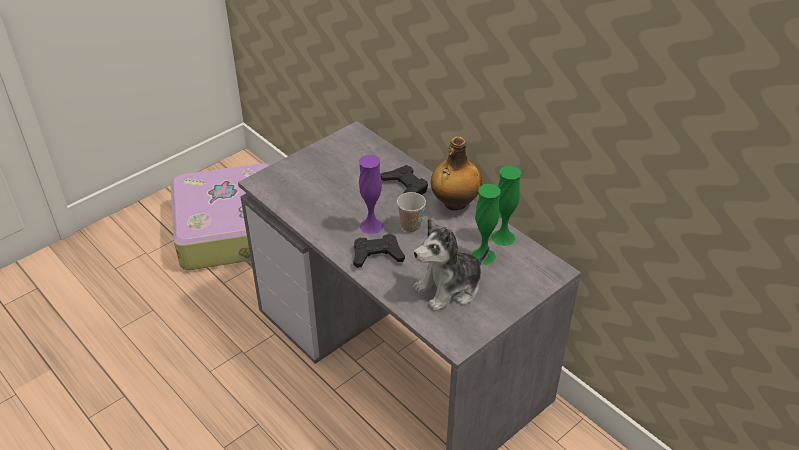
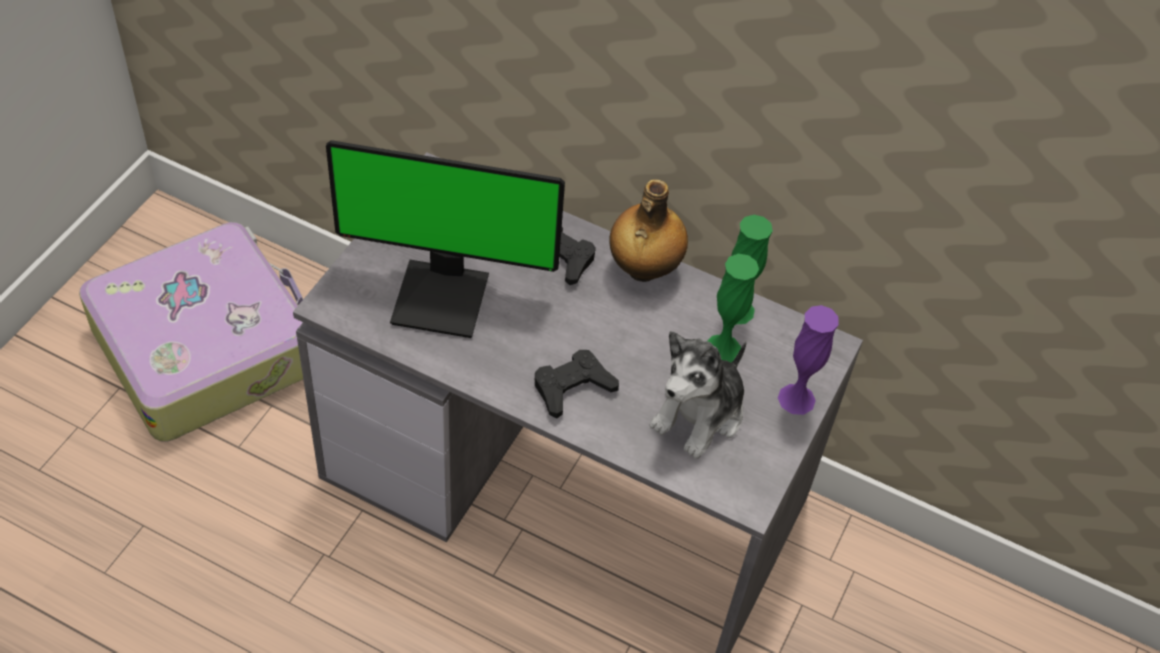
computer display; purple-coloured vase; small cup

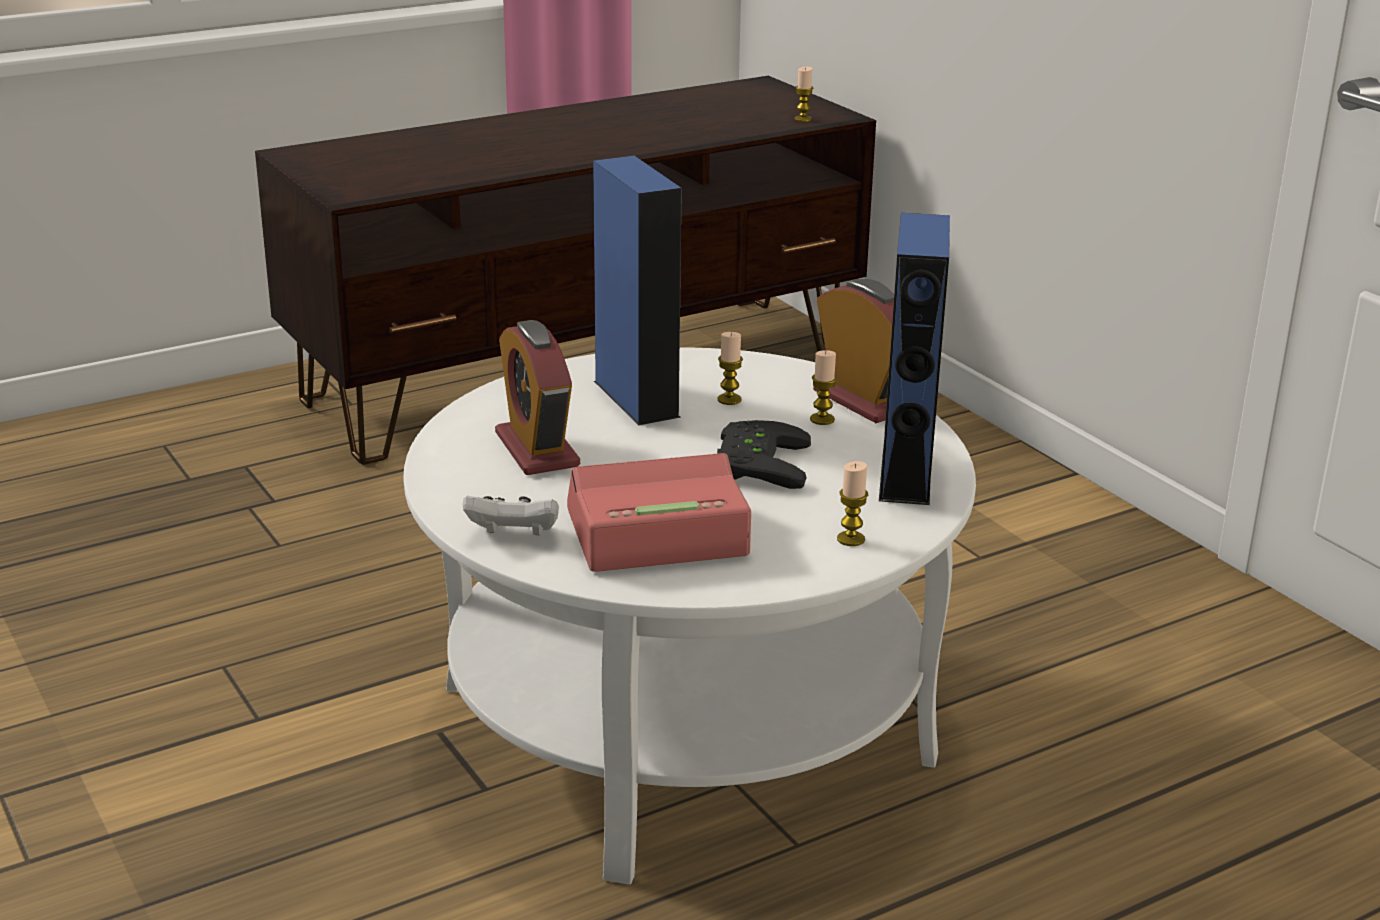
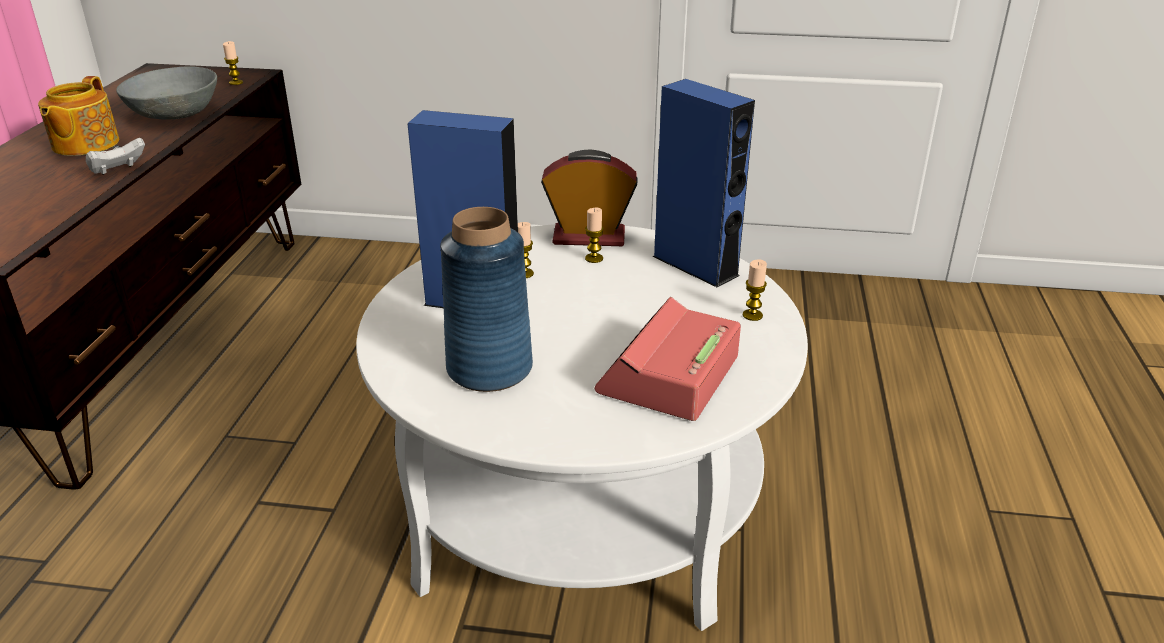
teapot; white game controller; greyish serving bowl; blue vase; blackish game controller

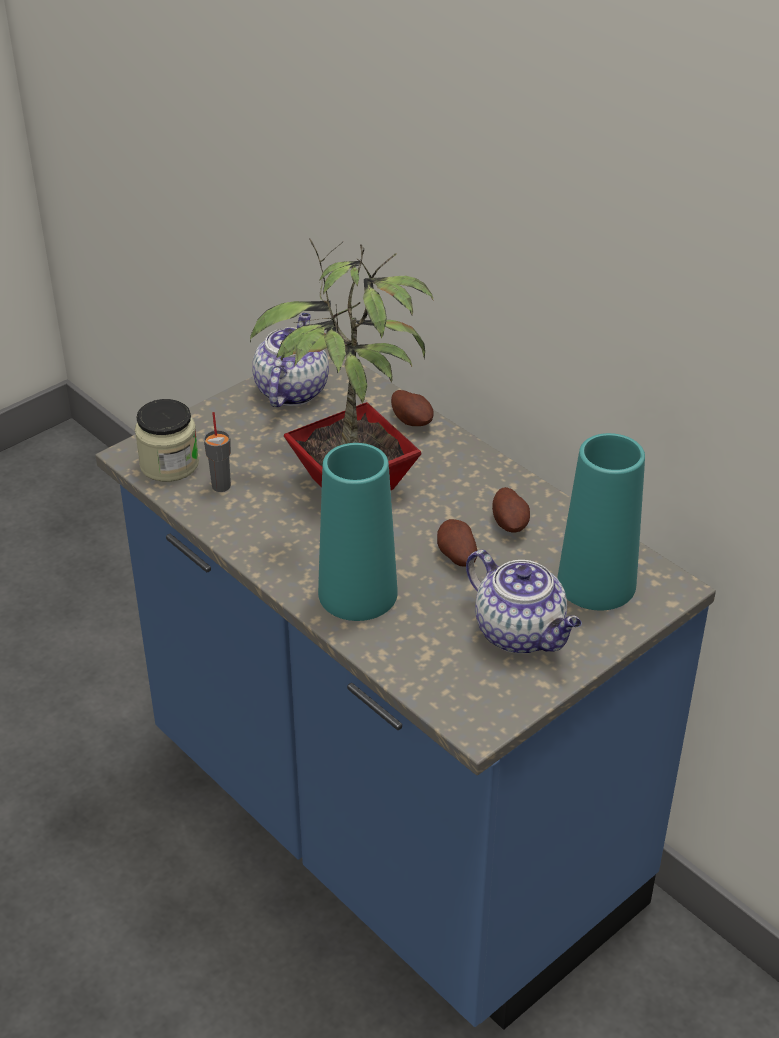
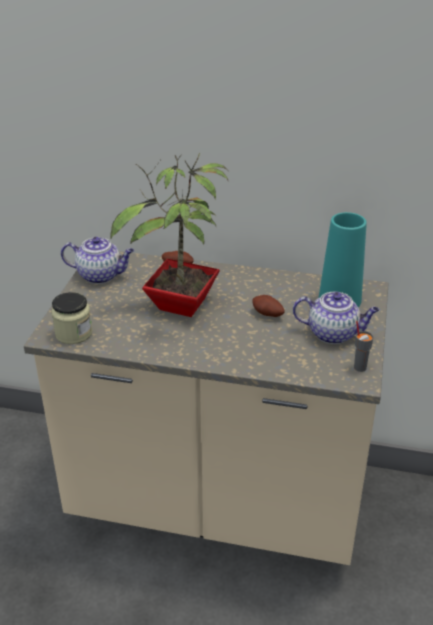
beige-coloured kitchen counter; teapot (no. 1 from left); greyish small cup; turquoise-coloured vase (no. 1 from left in the first image); spud (no. 3 from left in the first image)

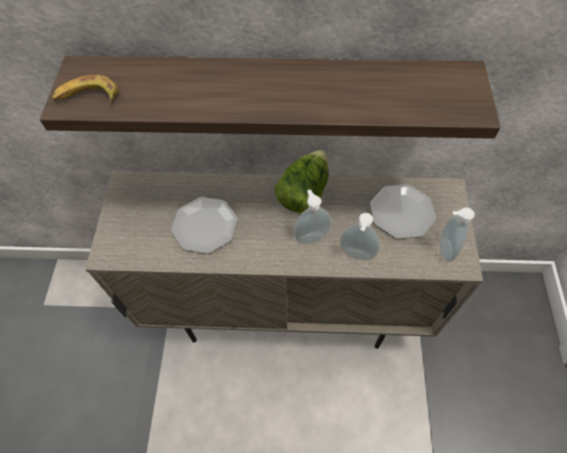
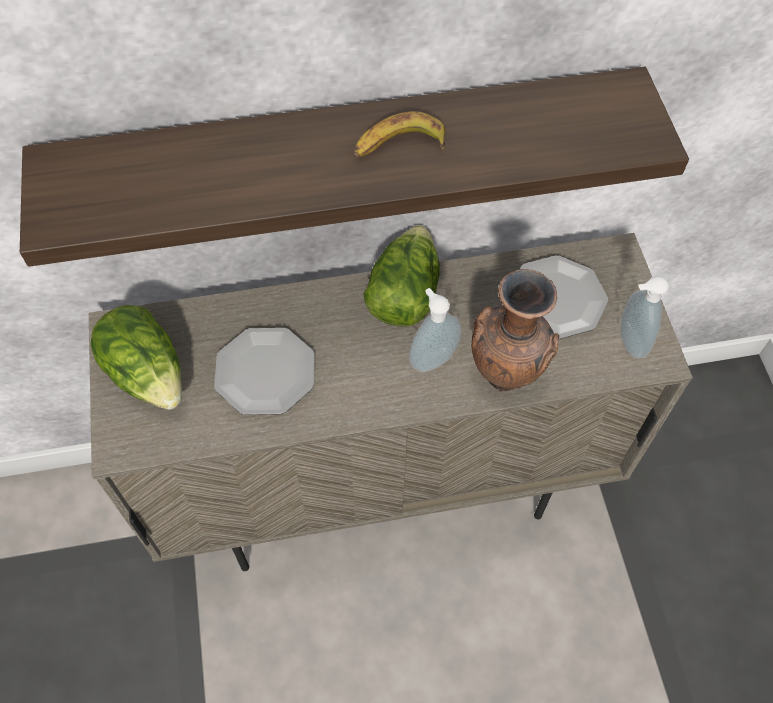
lettuce (no. 1 from left); banana fruit; brown-coloured vase

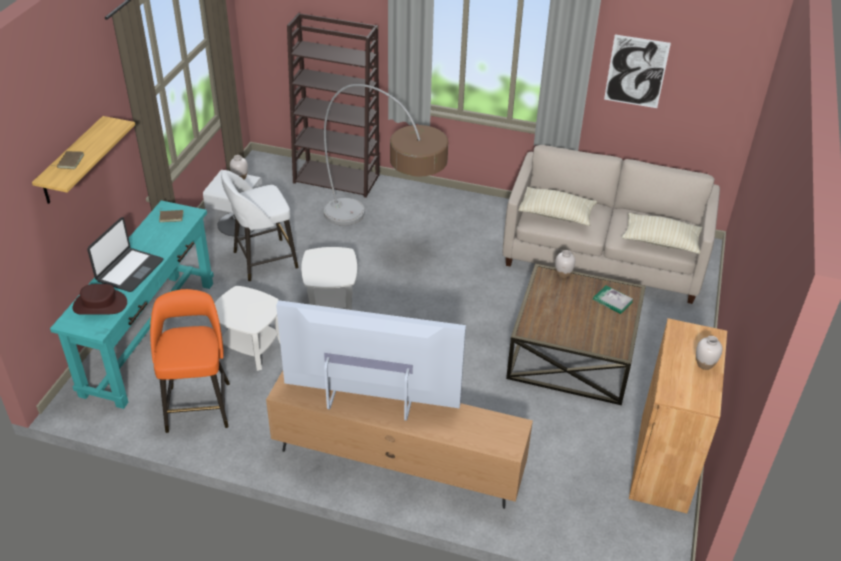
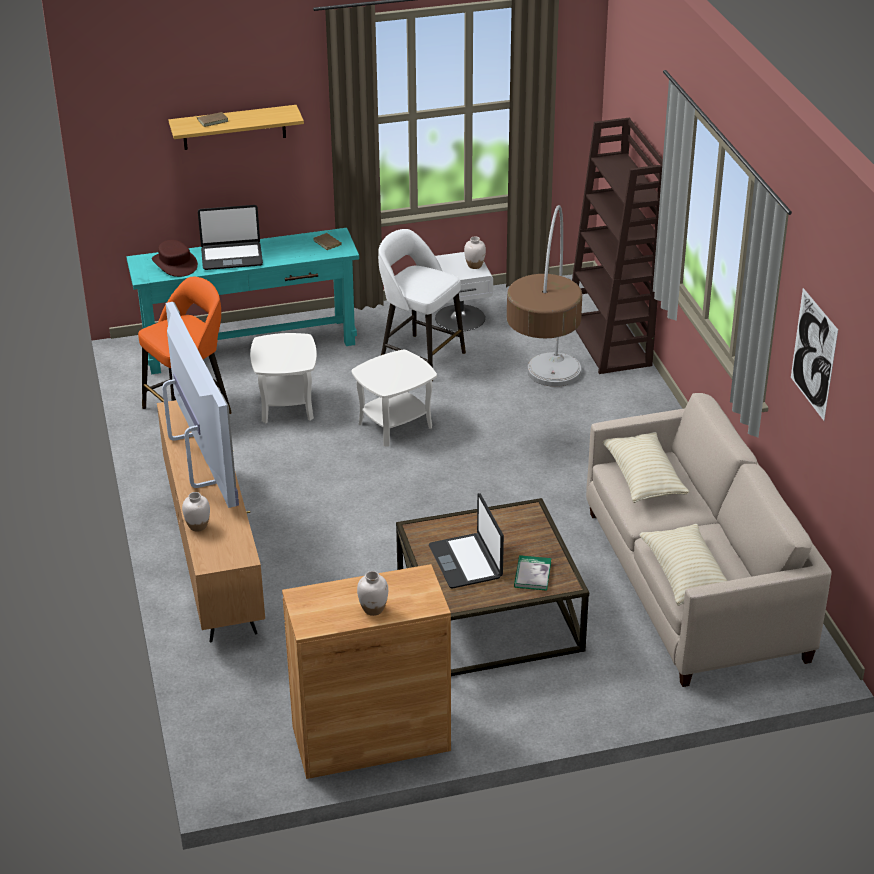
white vase (no. 1 from left); laptop (no. 2 from left)

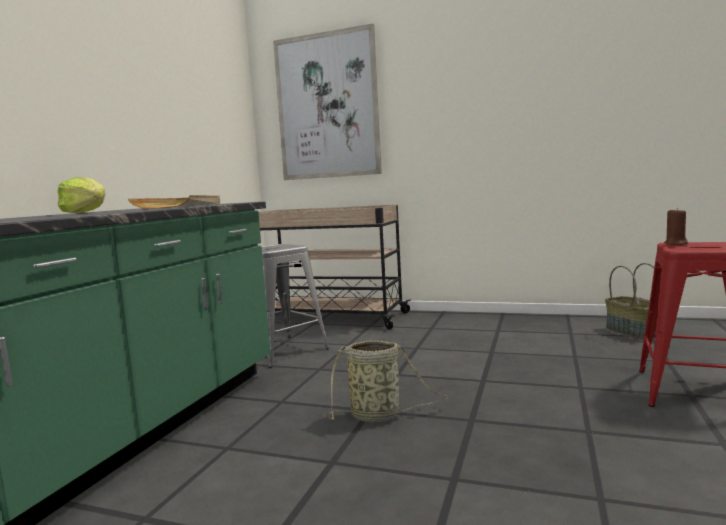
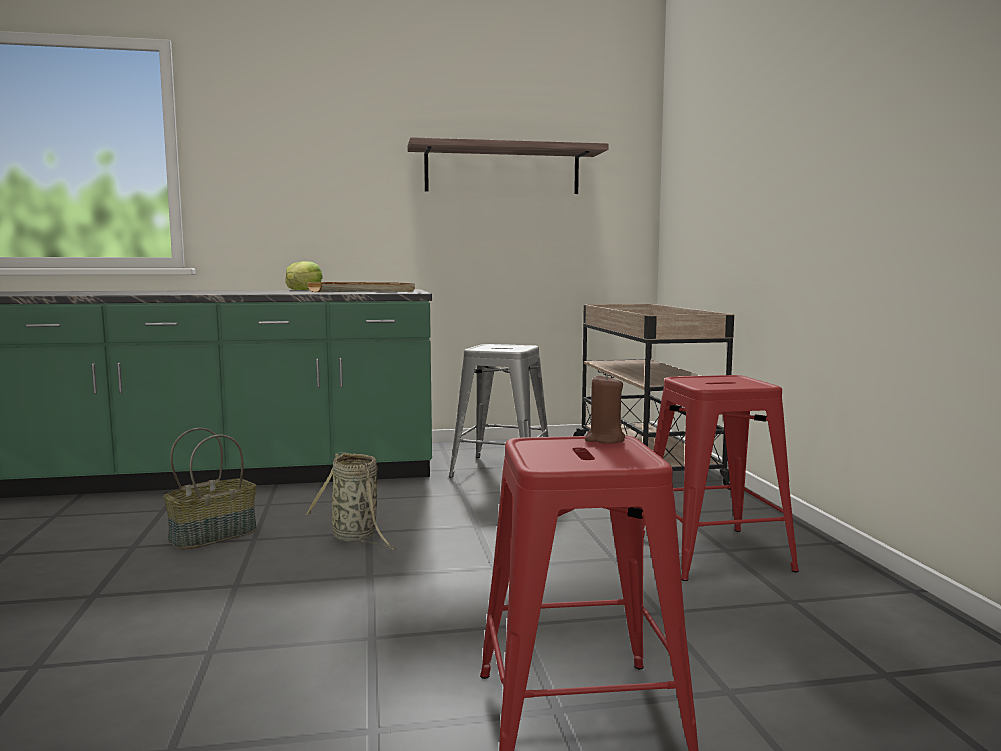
basket (no. 1 from left); wall shelf; red-coloured stool seat (no. 2 from left); wall picture

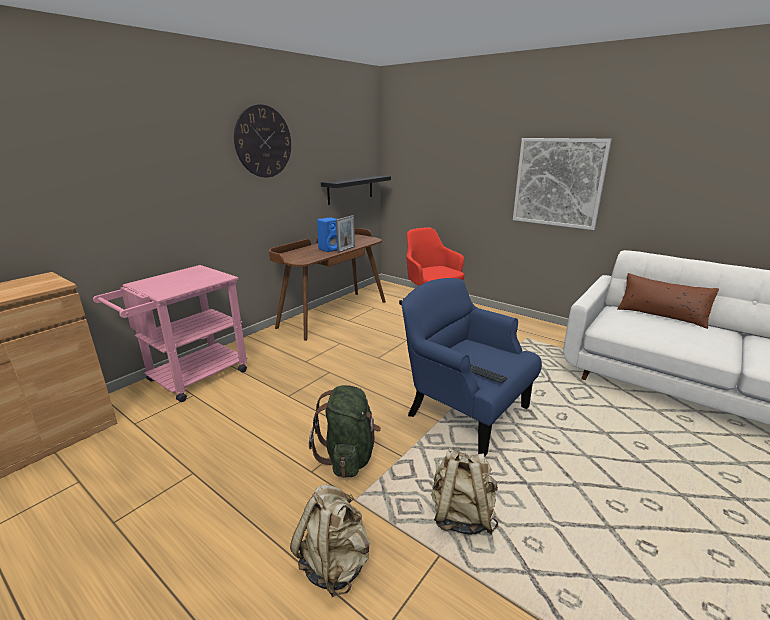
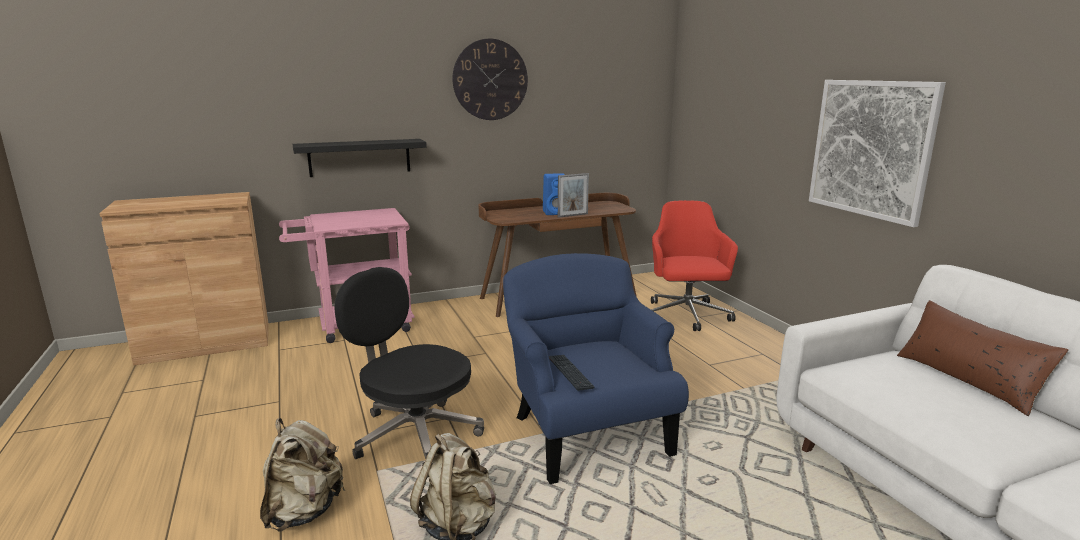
blackish wall shelf; blackish office chair

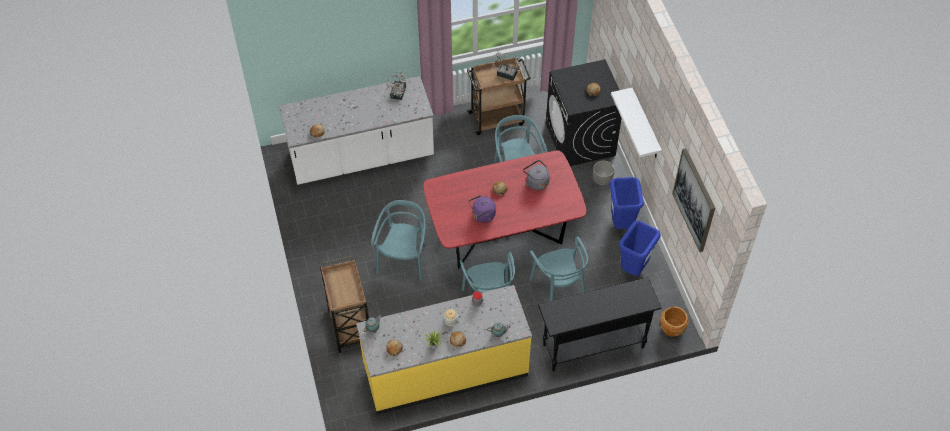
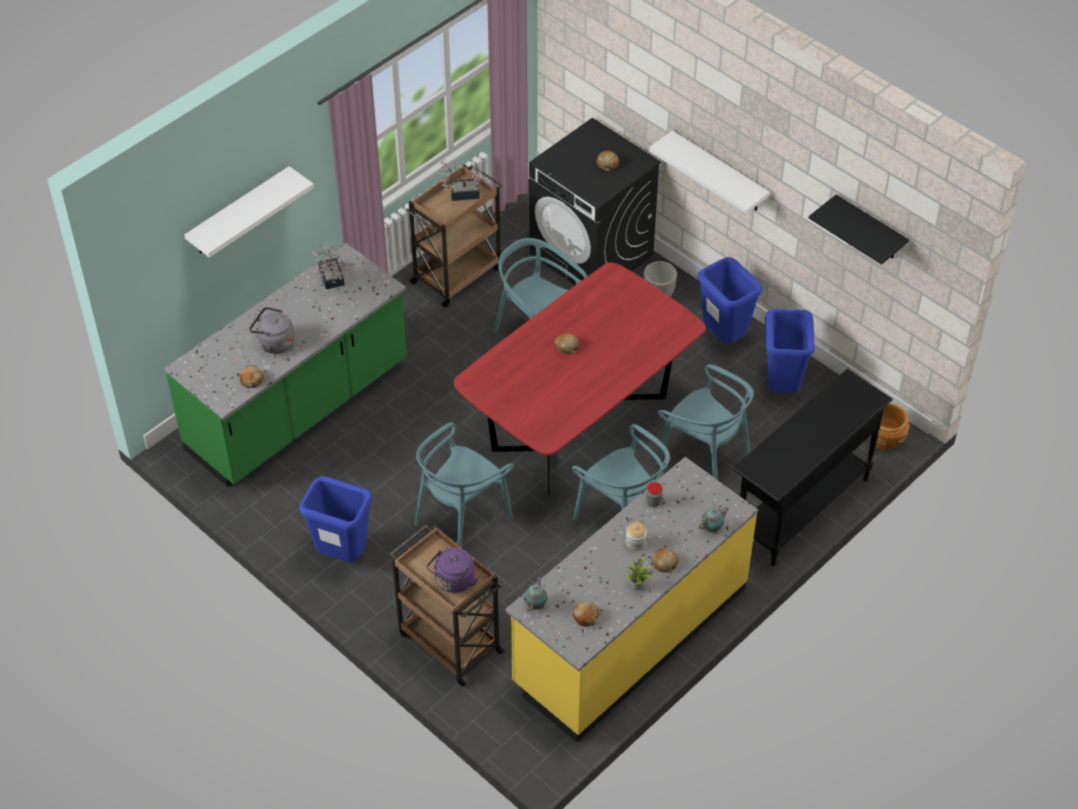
greenish kitchen counter; white wall shelf (no. 1 from left); greyish water kettle; blue trash can (no. 1 from left); turquoise-coloured plain chair (no. 1 from left); purple-coloured water kettle; blackish wall shelf

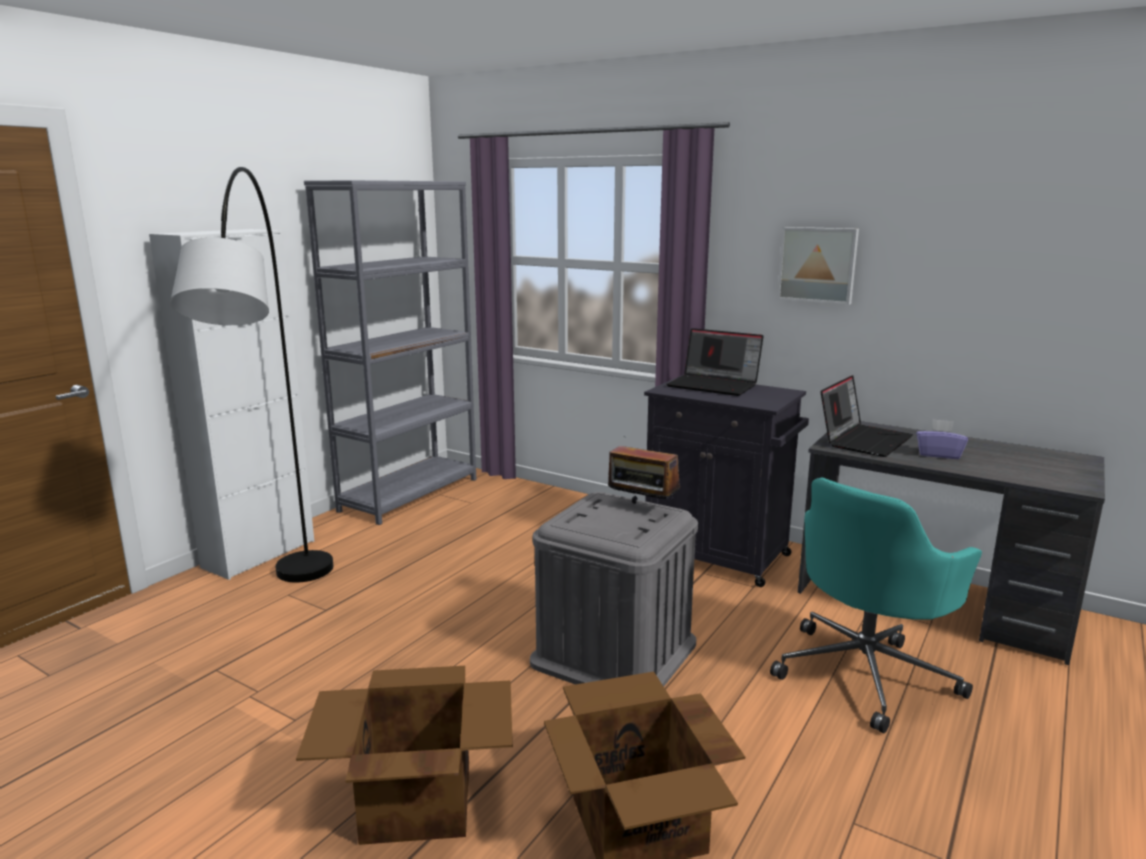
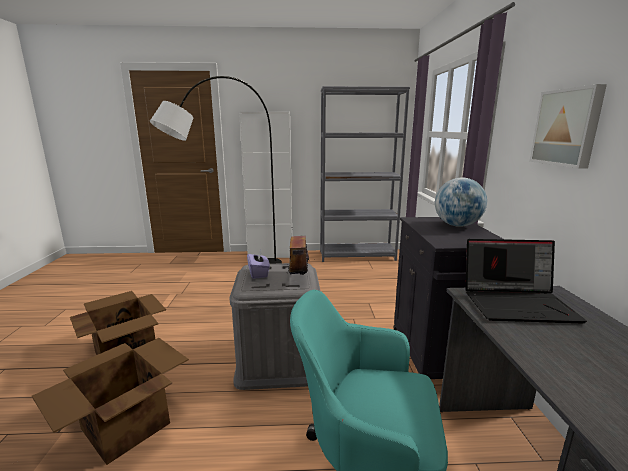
purple-coloured tissue holder; globe

